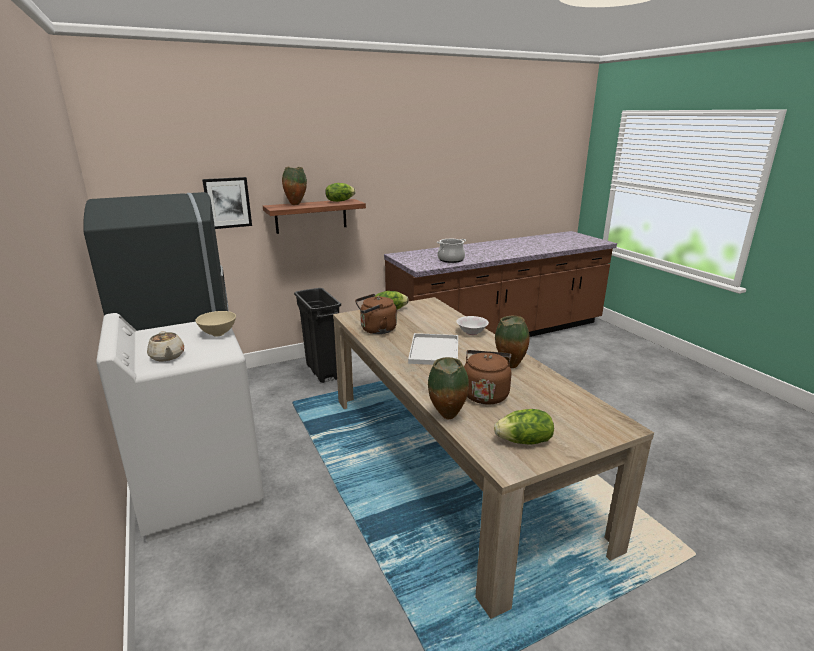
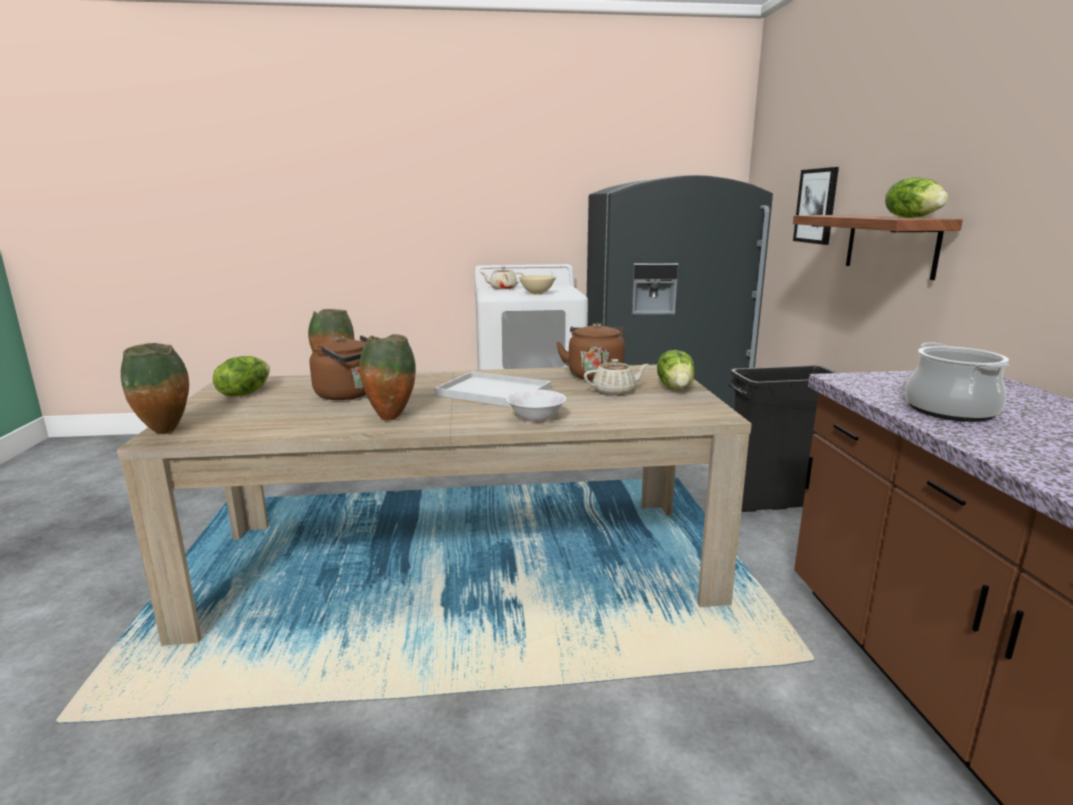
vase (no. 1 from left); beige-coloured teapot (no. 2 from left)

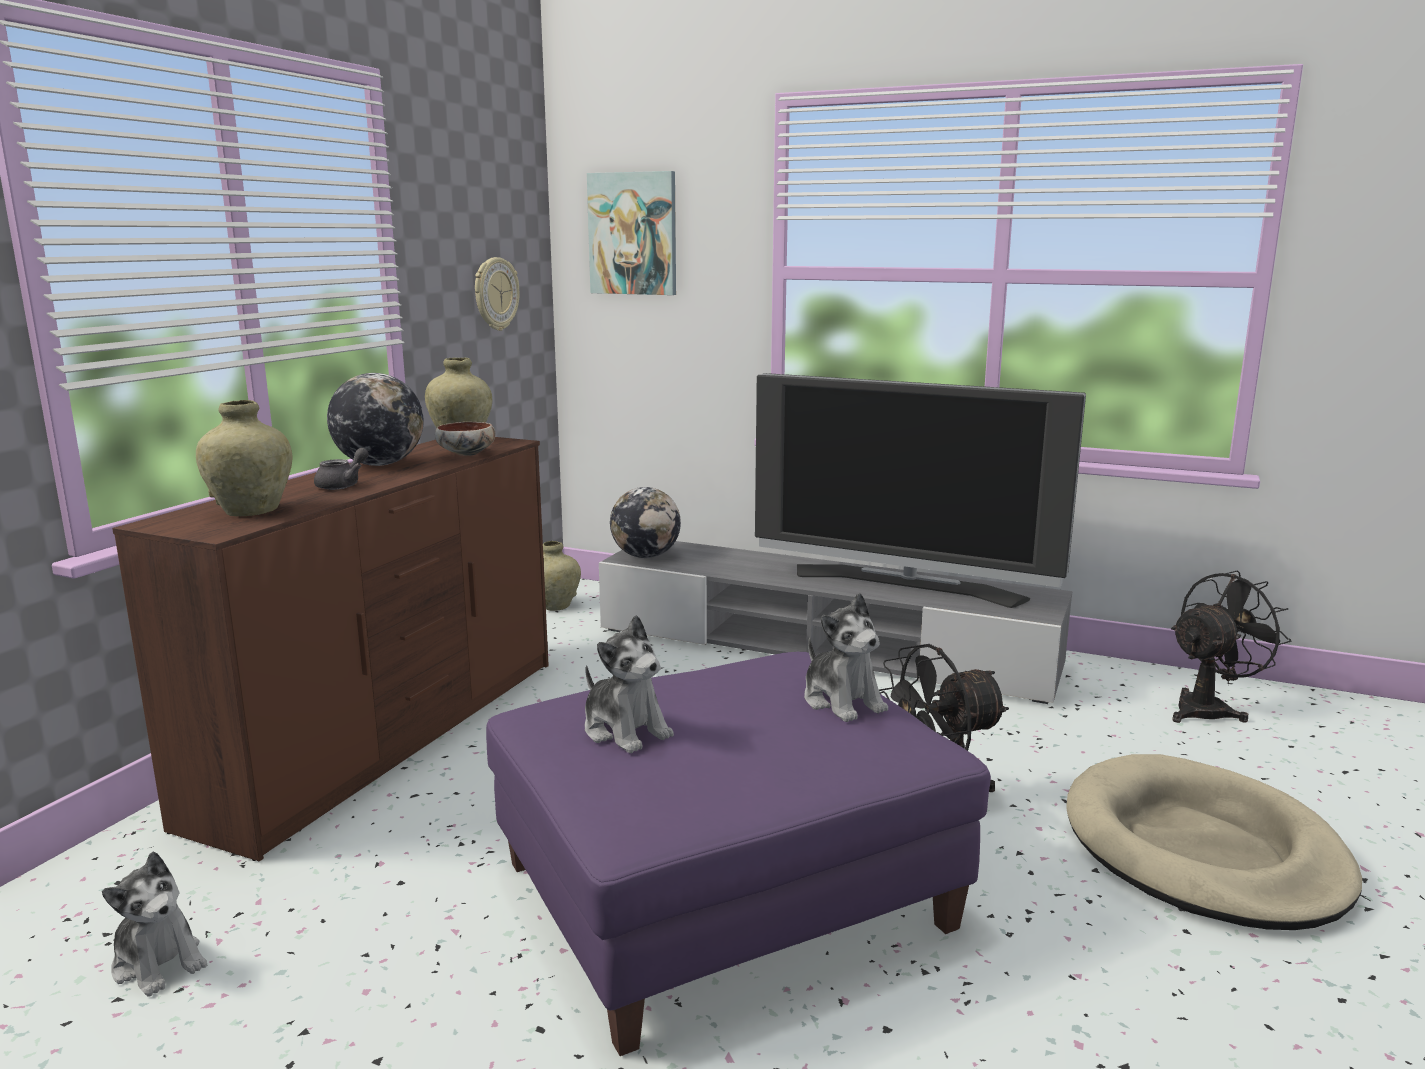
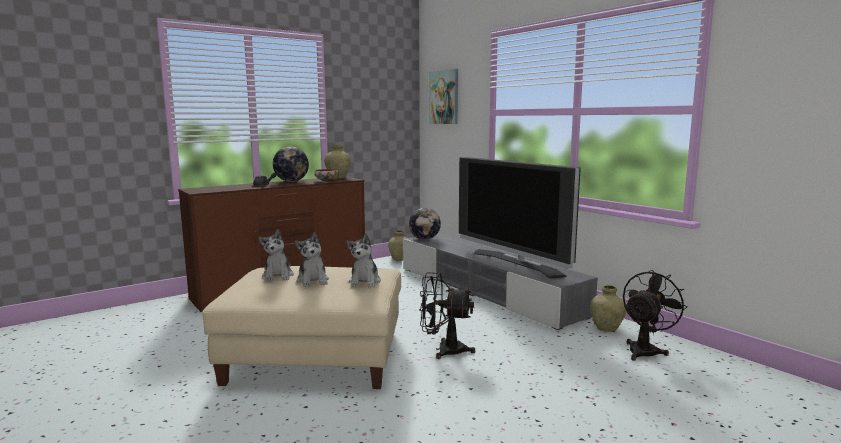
beige-coloured ottoman; cuddly toy (no. 2 from left); beige-coloured vase (no. 3 from left); blackish fan (no. 2 from left); clock on the wall; beige-coloured dog cushion

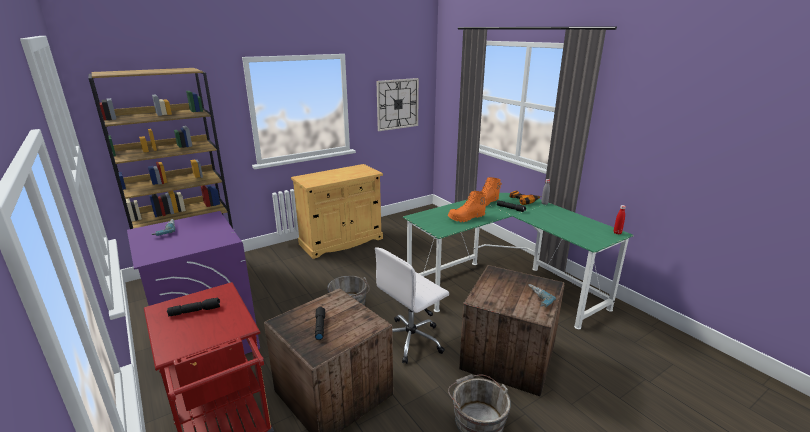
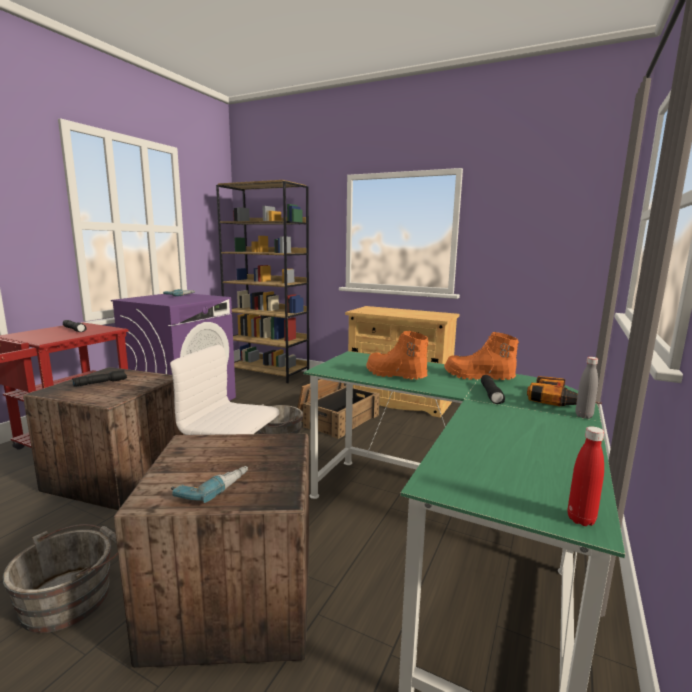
crate (no. 3 from left); clock on the wall

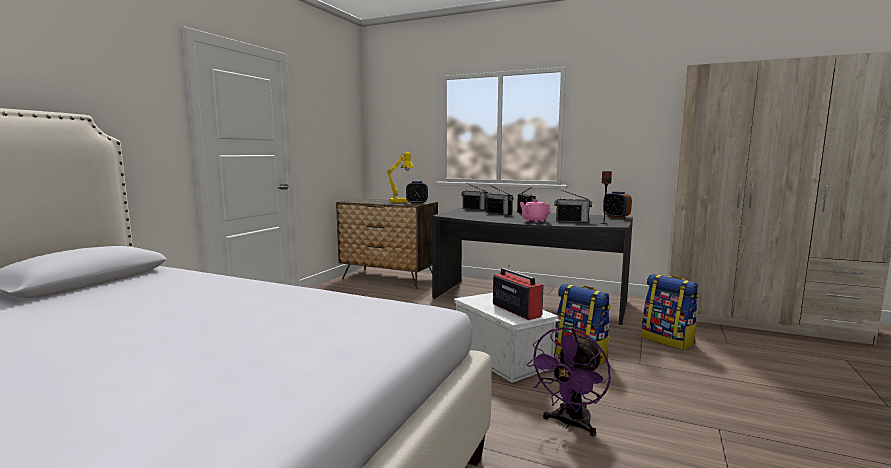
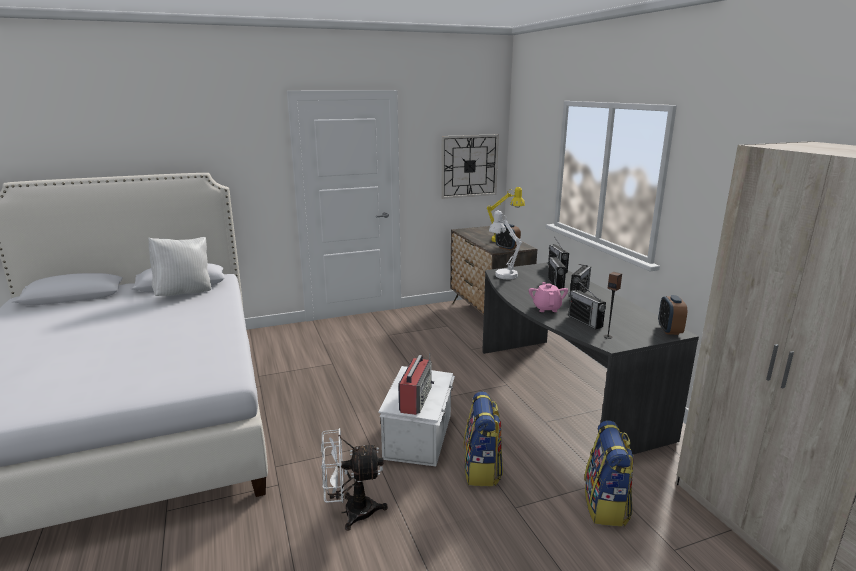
white pillow; white fan; clock on the wall; white tabletop lamp

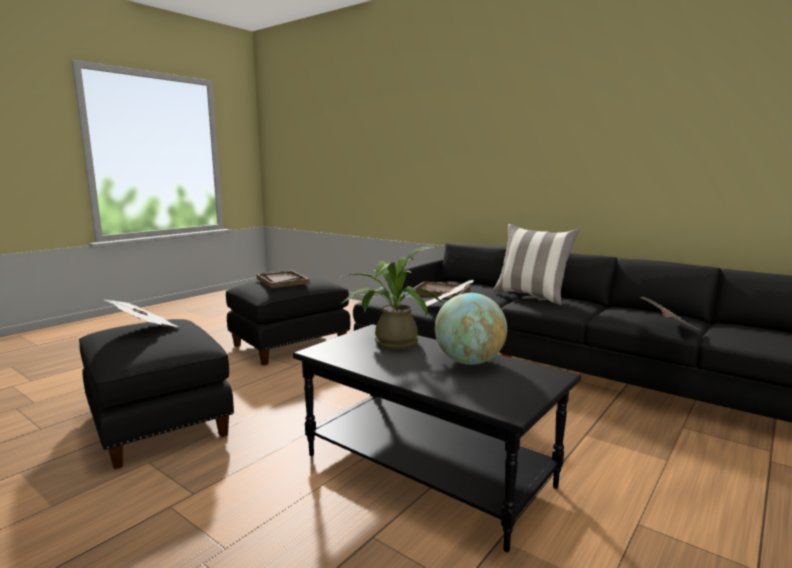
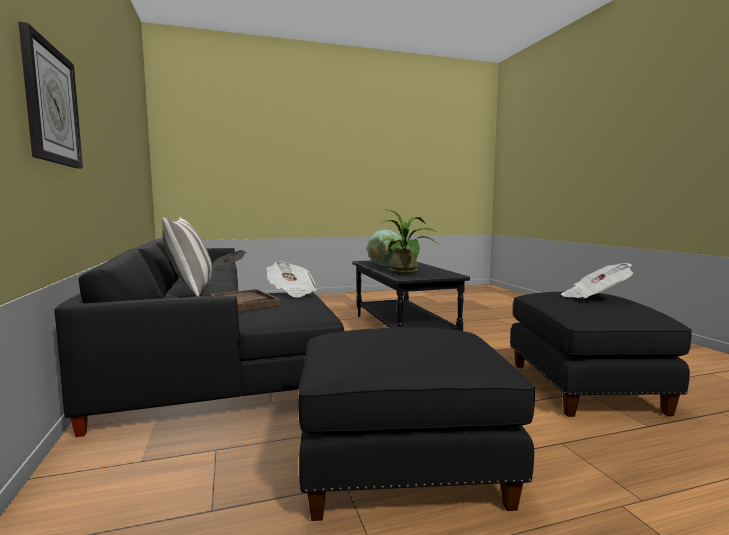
clock on the wall; brown-coloured serving tray (no. 1 from left in the first image)

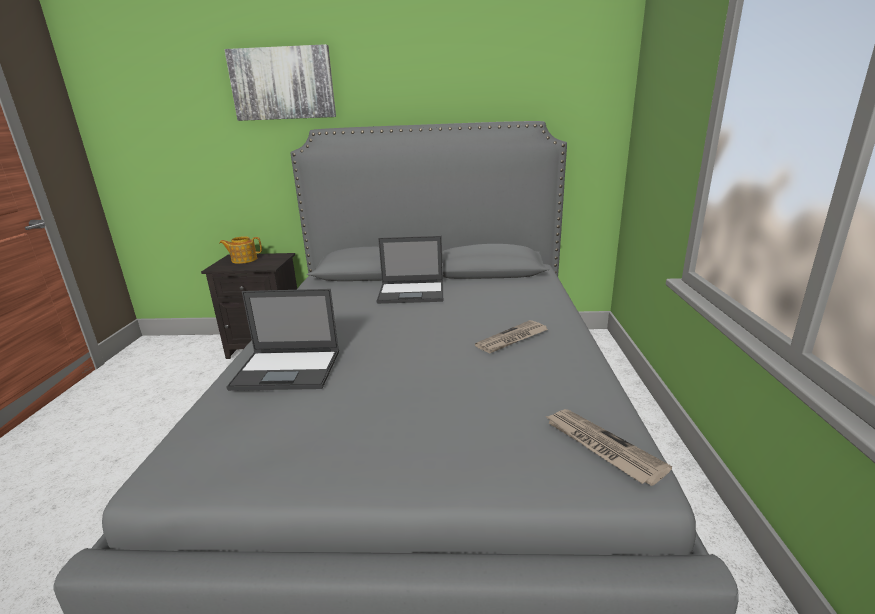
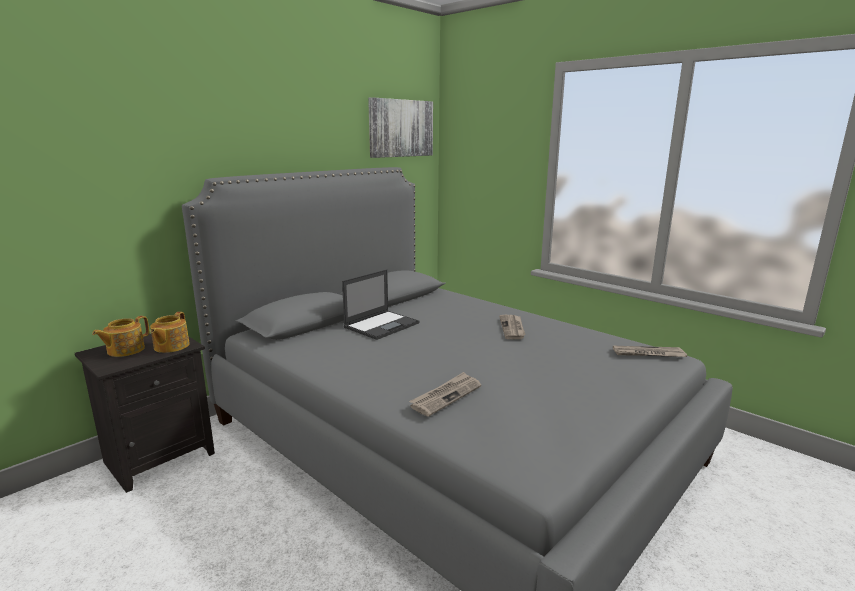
teapot (no. 2 from left); wall picture; printed paper (no. 1 from left)

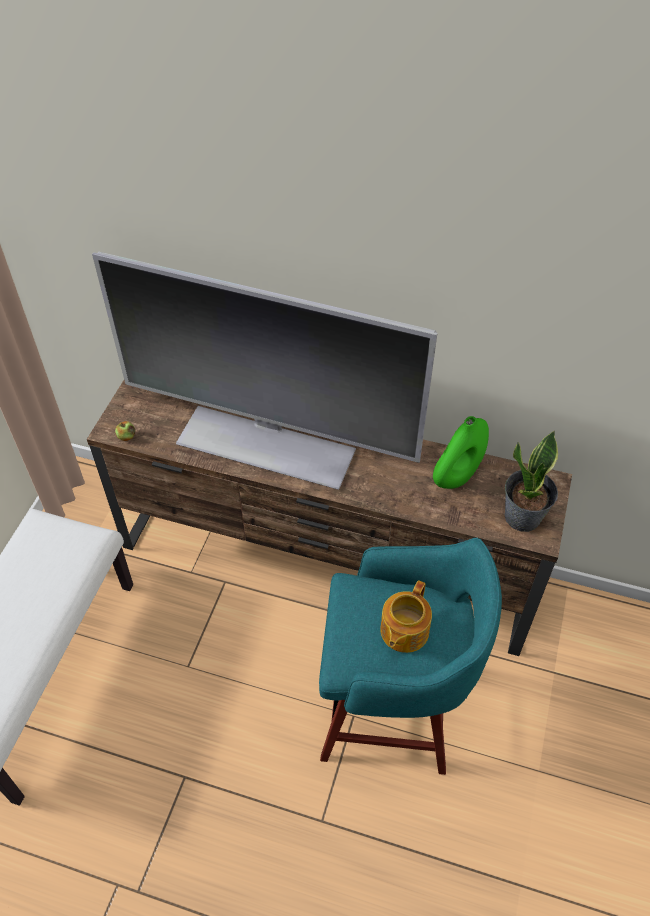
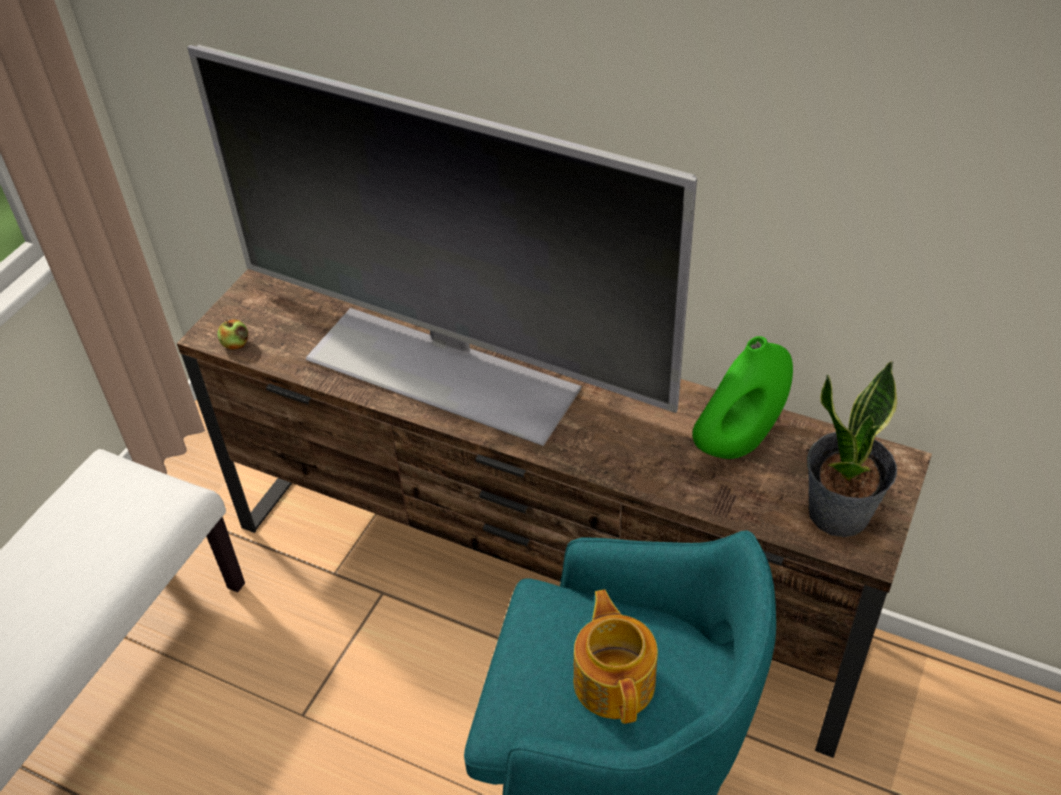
teapot

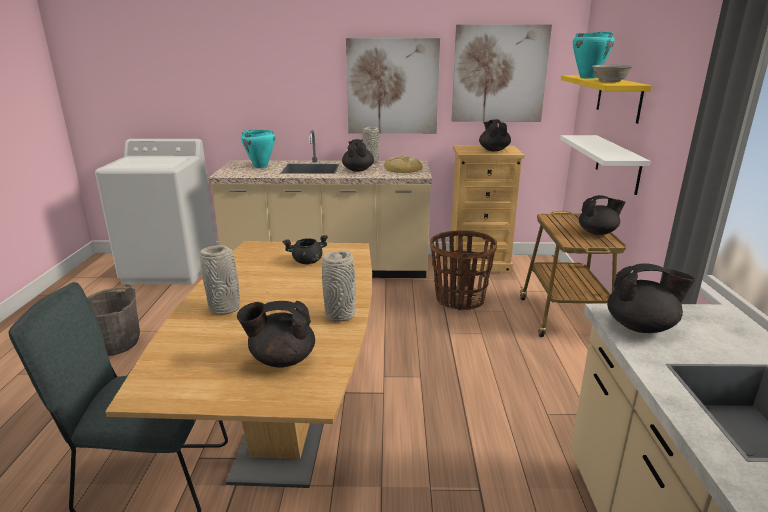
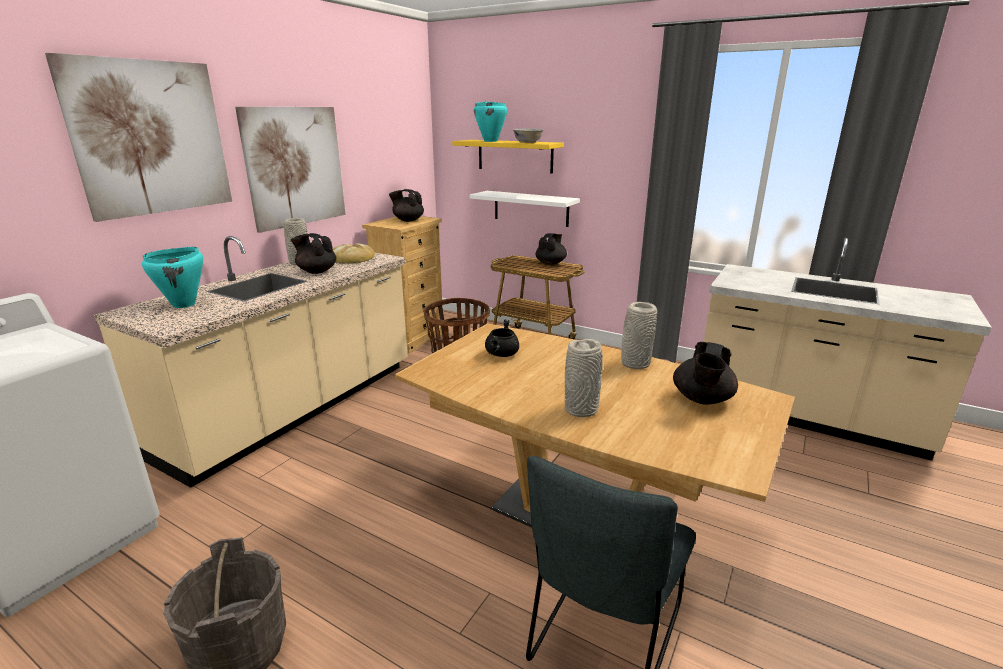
wall picture (no. 1 from left); blackish teapot (no. 5 from left in the first image)

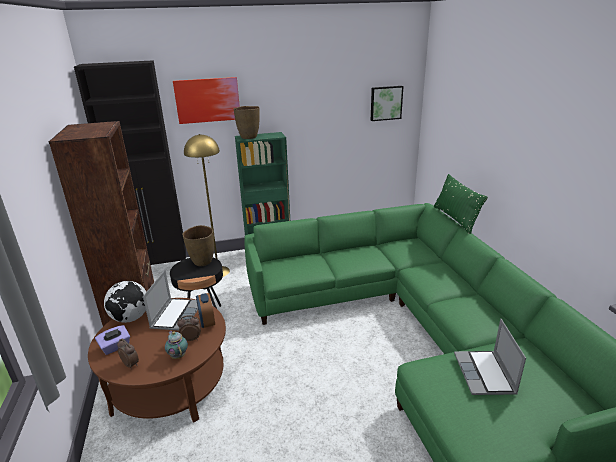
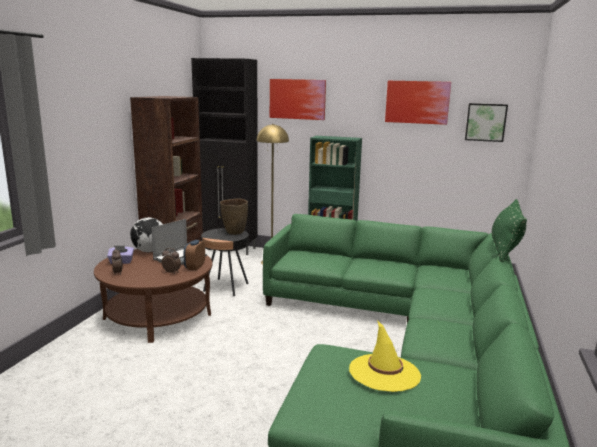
yellowish clothing hat; wall picture (no. 2 from left); teapot; brown-coloured vase (no. 2 from left in the first image)

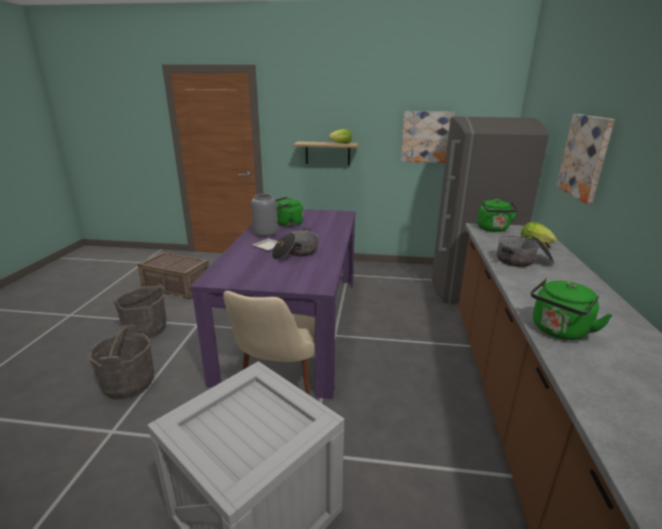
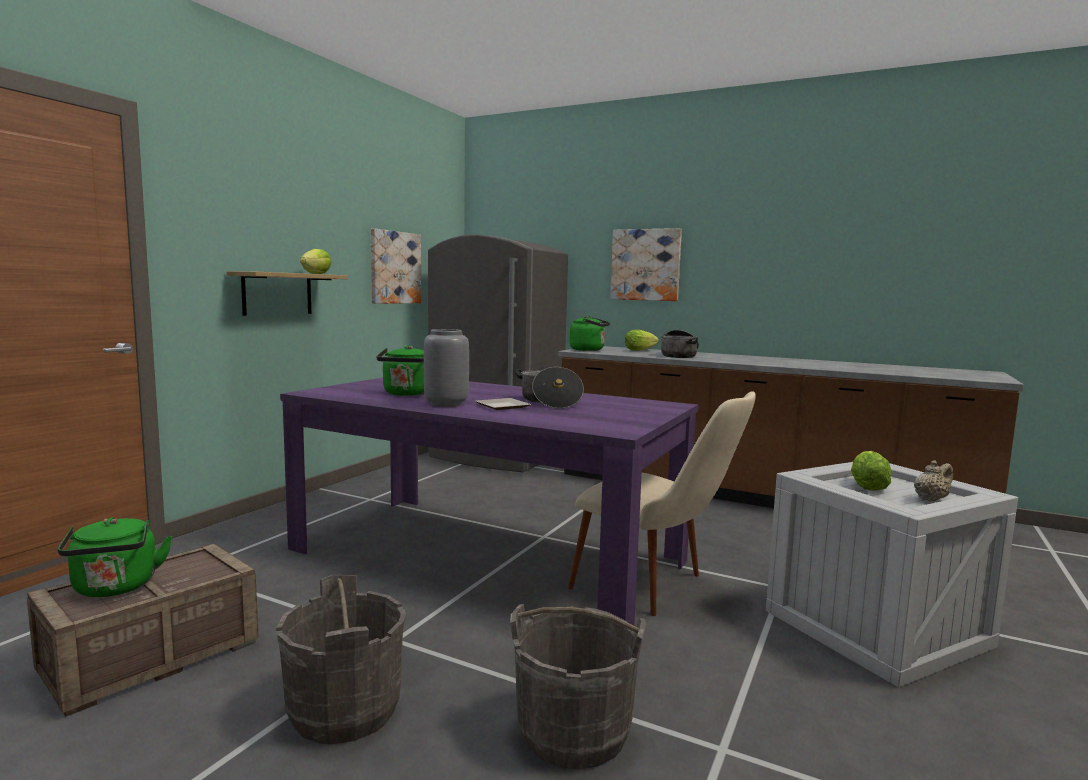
greenish water kettle (no. 1 from left); lettuce (no. 3 from left); beige-coloured teapot

